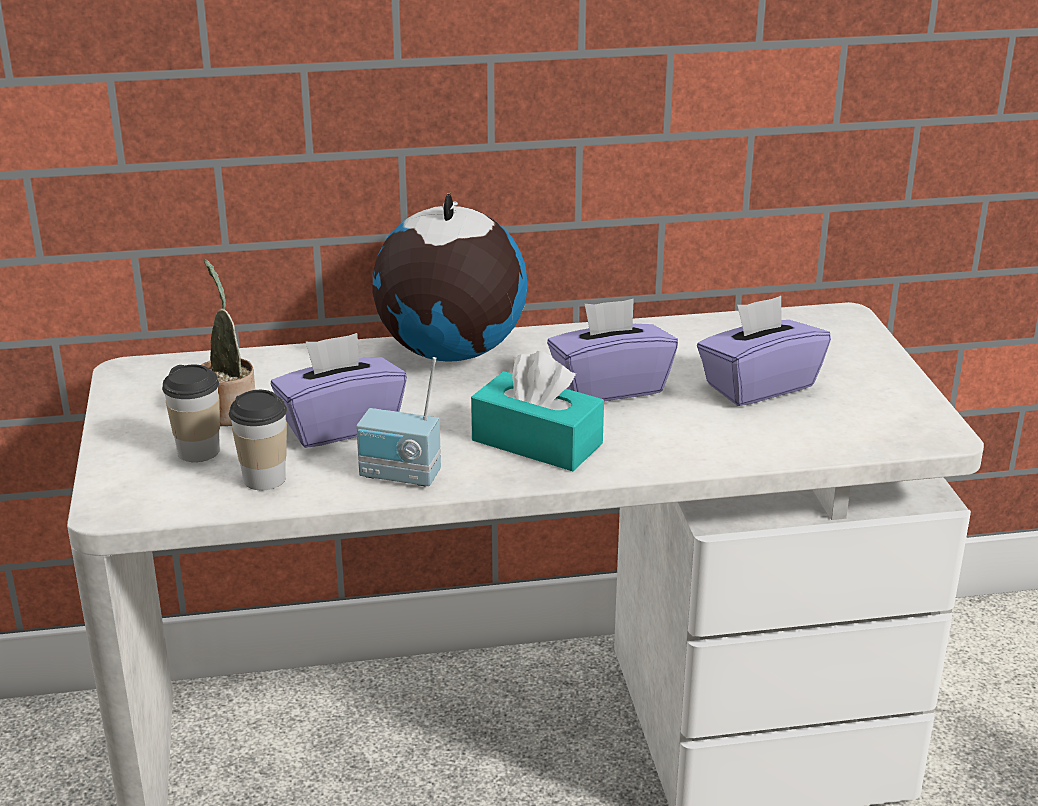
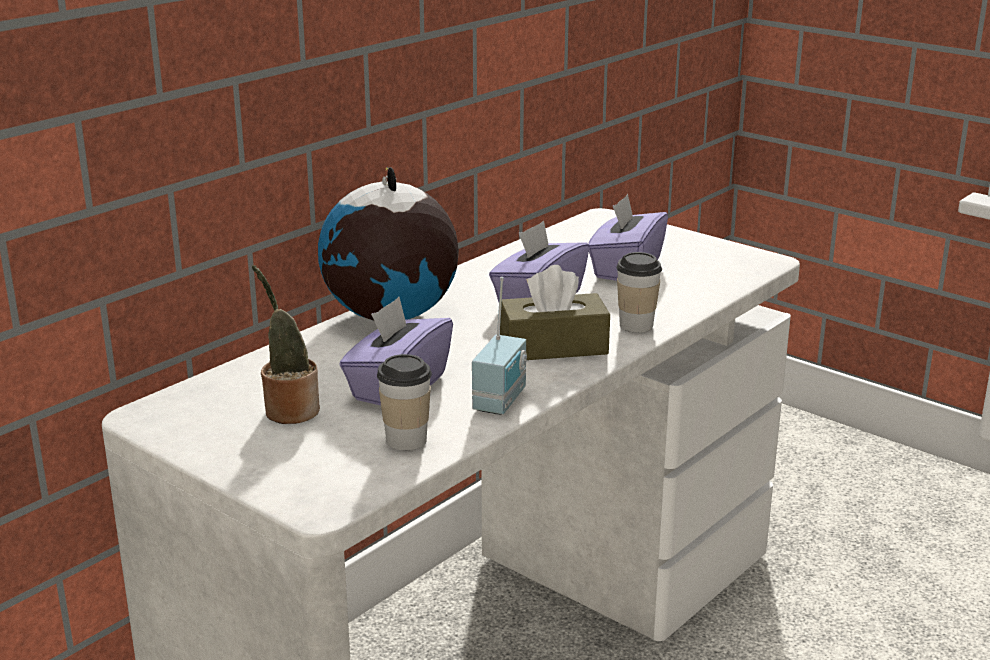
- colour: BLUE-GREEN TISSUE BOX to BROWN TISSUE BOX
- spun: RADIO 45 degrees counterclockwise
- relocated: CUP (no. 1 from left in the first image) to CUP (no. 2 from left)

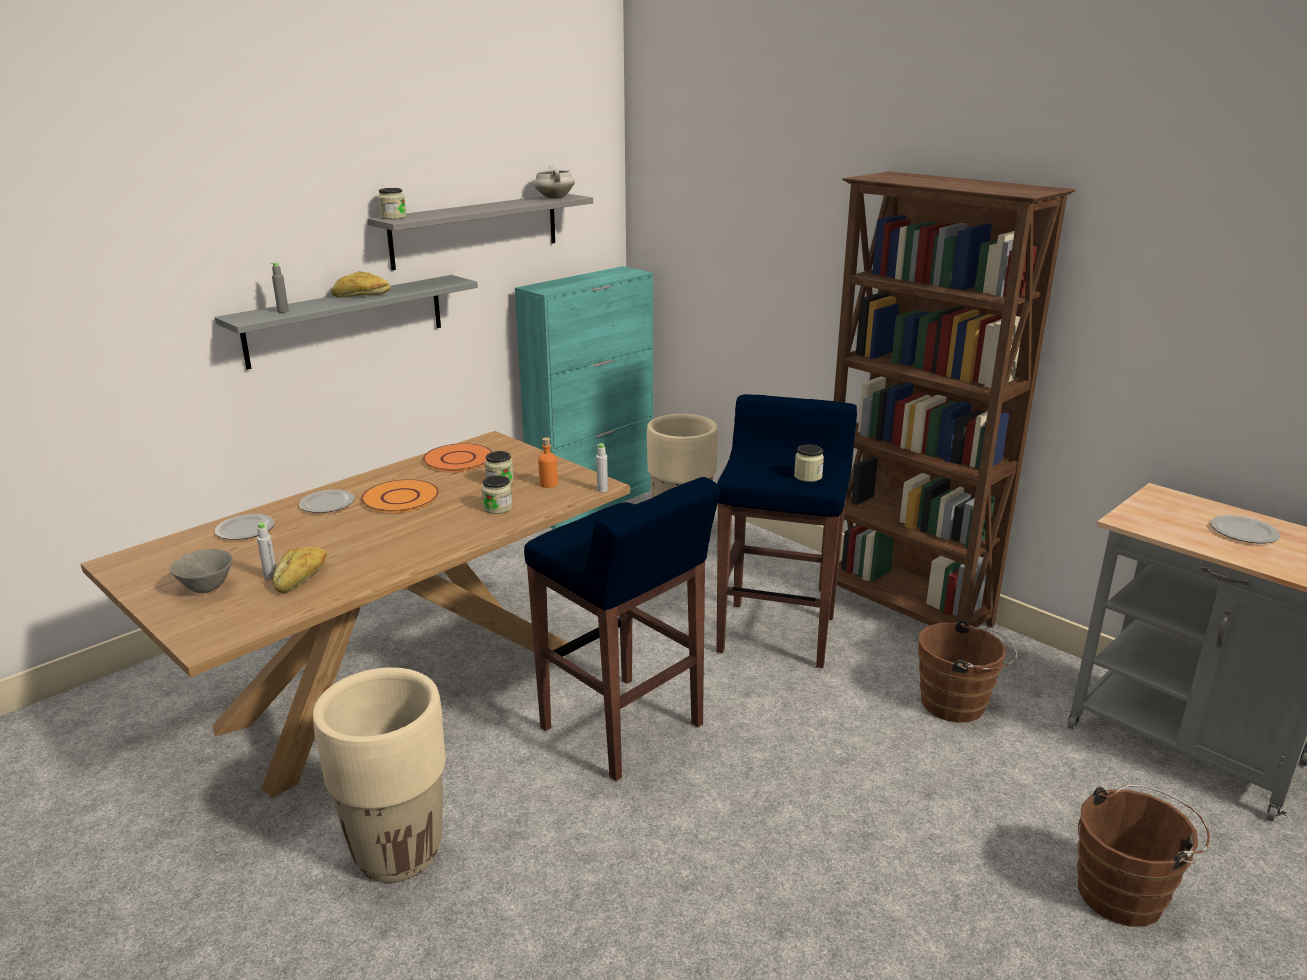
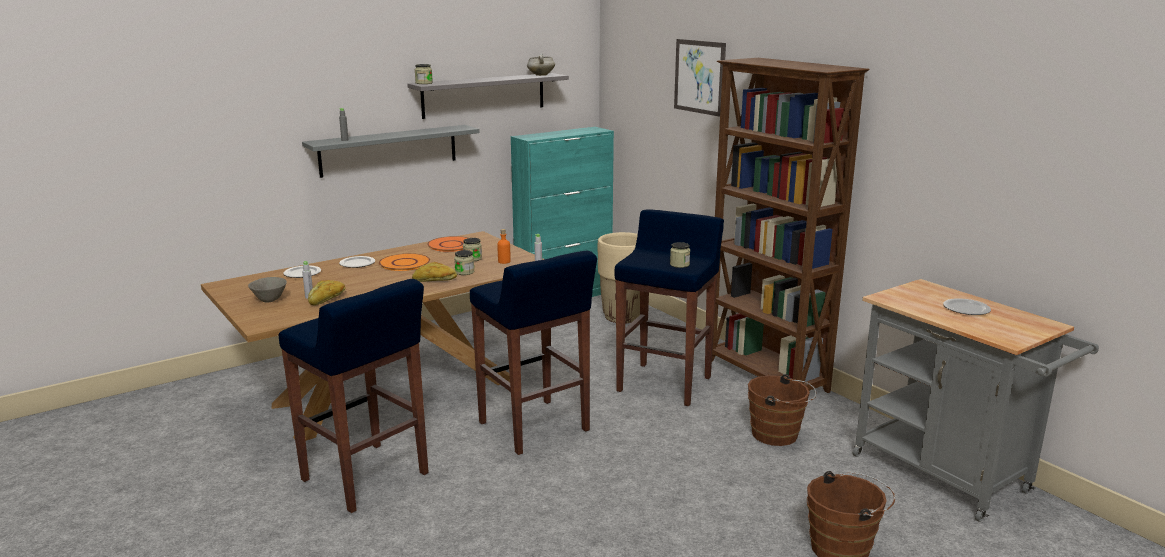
- relocated: BAKERY BREAD (no. 2 from left)
- exchanged: SAND-COLOURED FLOWER POT (no. 1 from left) to BLUISH STOOL SEAT (no. 1 from left)
- appeared: WALL ART

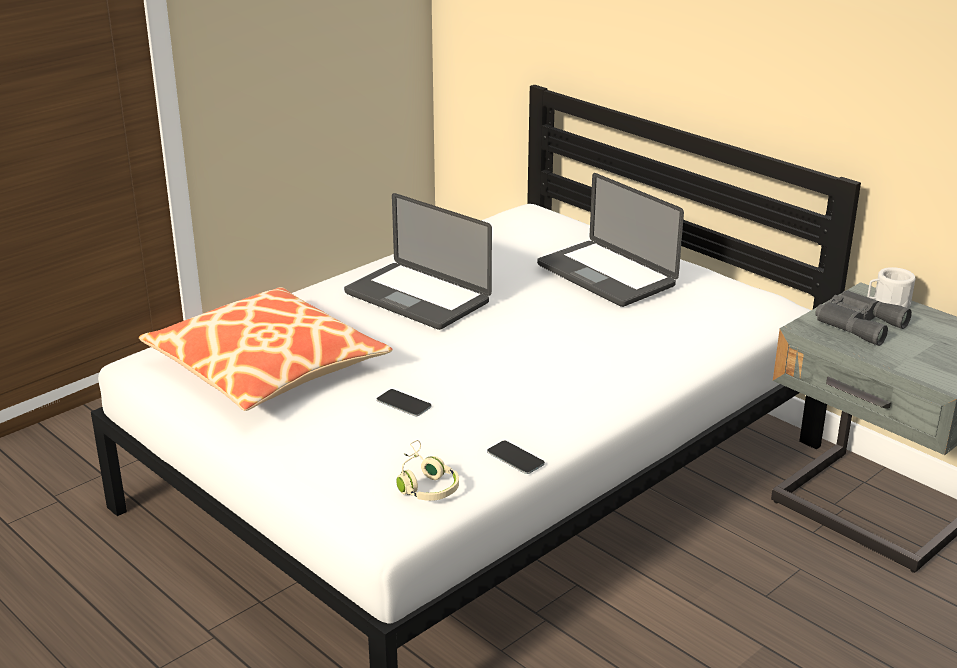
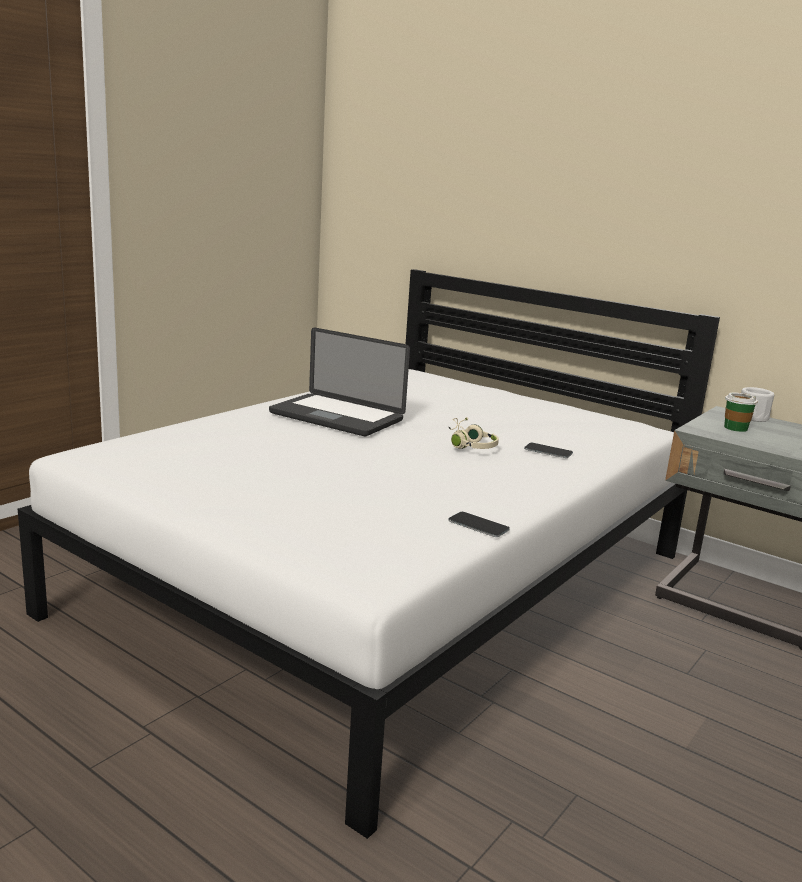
- missing: PORTABLE COMPUTER (no. 2 from left)
- missing: PILLOW
- exchanged: GRAY BINOCULARS to CUP
- relocated: HANDSET (no. 1 from left in the first image) to HANDSET (no. 2 from left)
- relocated: SAND-COLOURED HEADSET

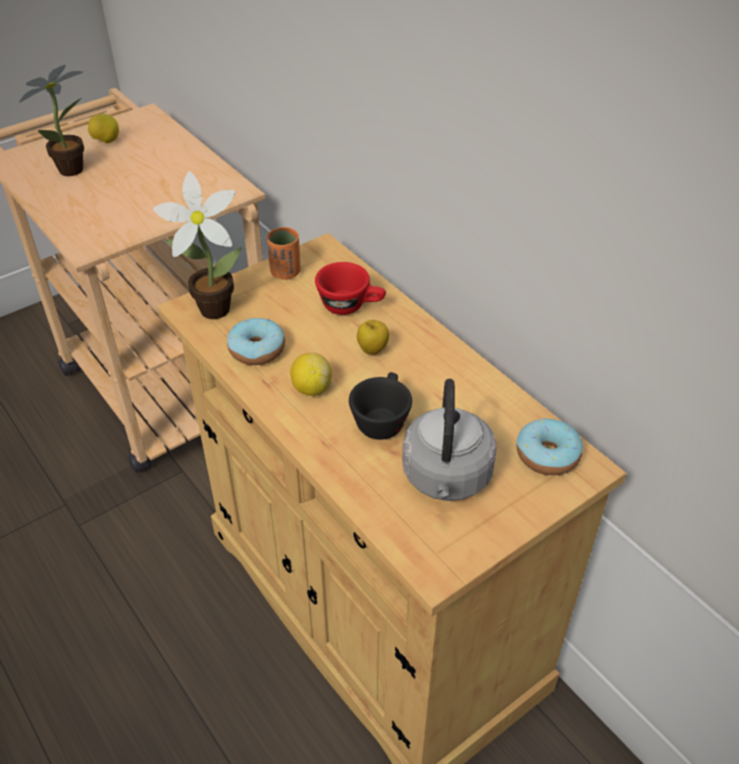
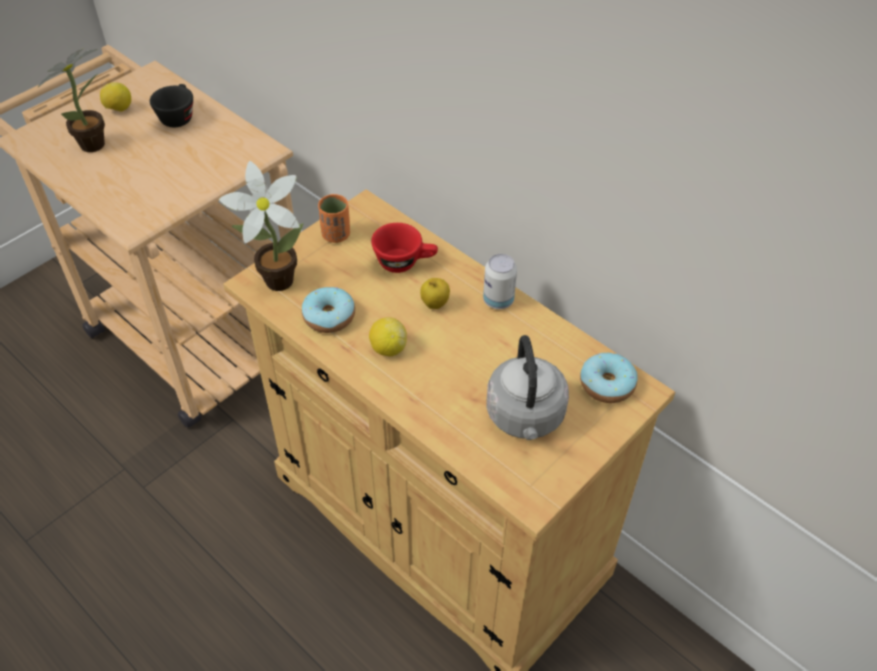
- relocated: BLACK CUP
- appeared: METAL CAN

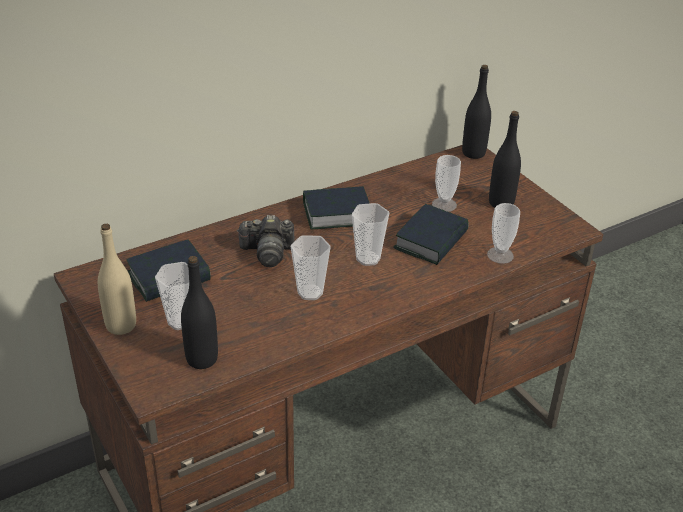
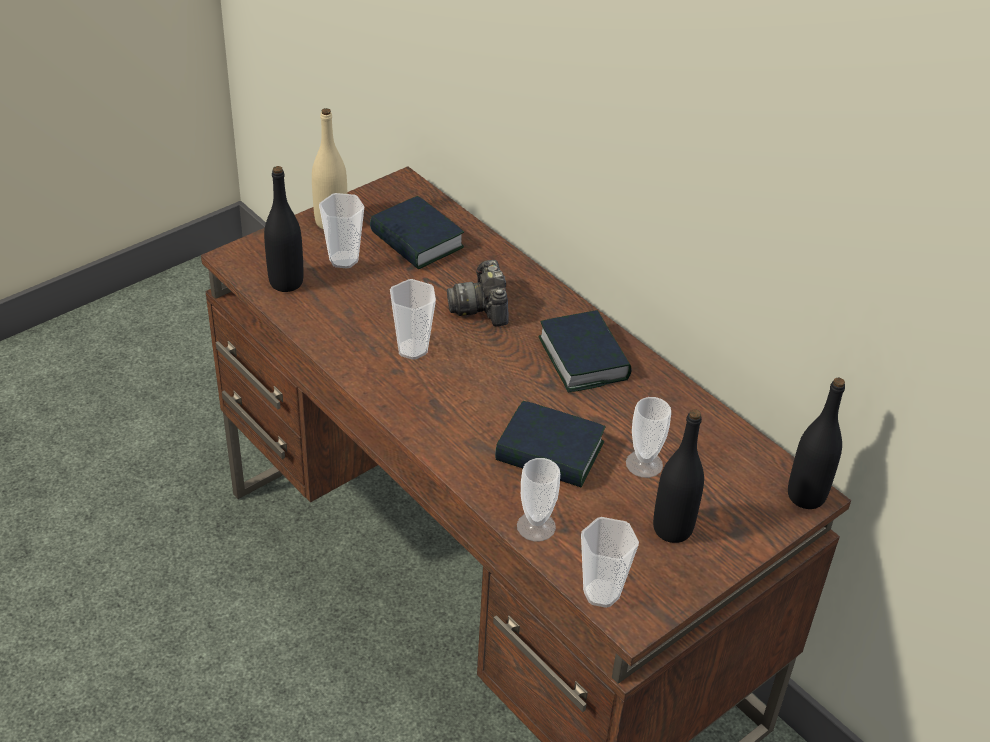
- relocated: CUP (no. 3 from left in the first image) to CUP (no. 4 from left)

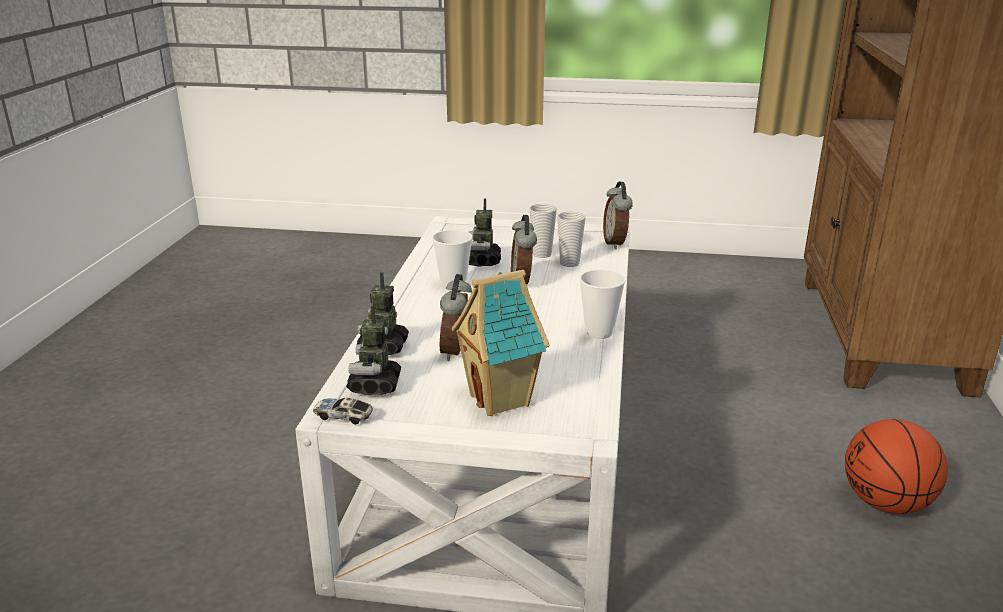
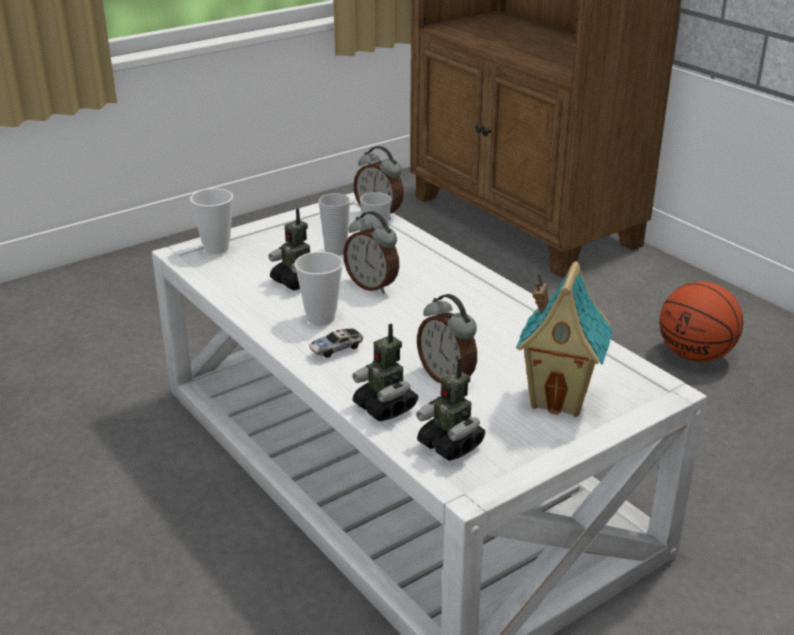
- relocated: CUP (no. 4 from left in the first image) to CUP (no. 1 from left)
- relocated: MODEL CAR

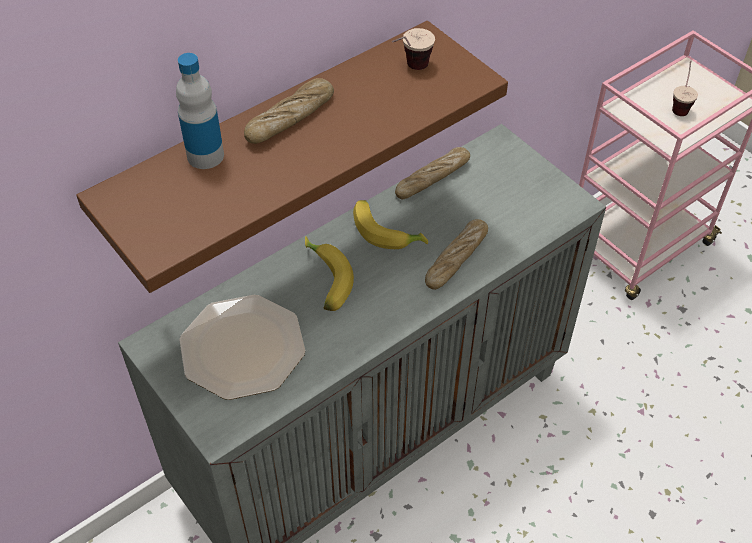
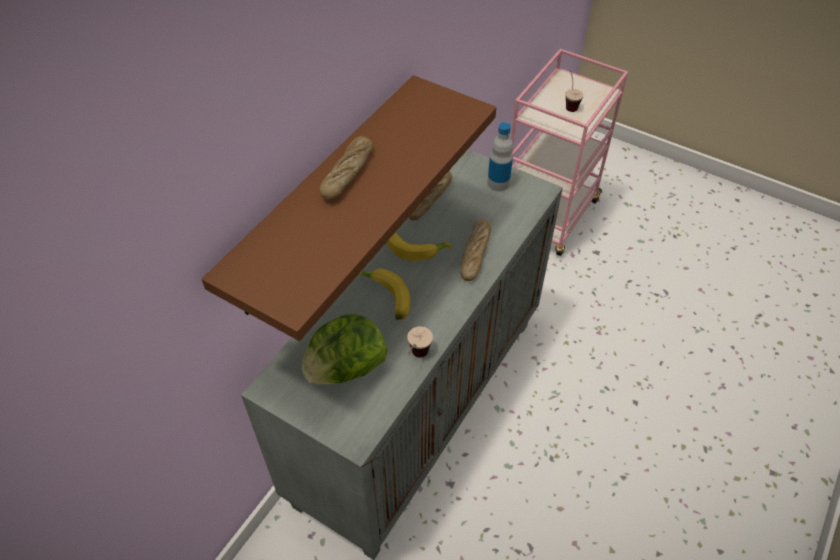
- relocated: CUP (no. 1 from left)
- relocated: BOTTLE
- exchanged: DINNER PLATE to LETTUCE

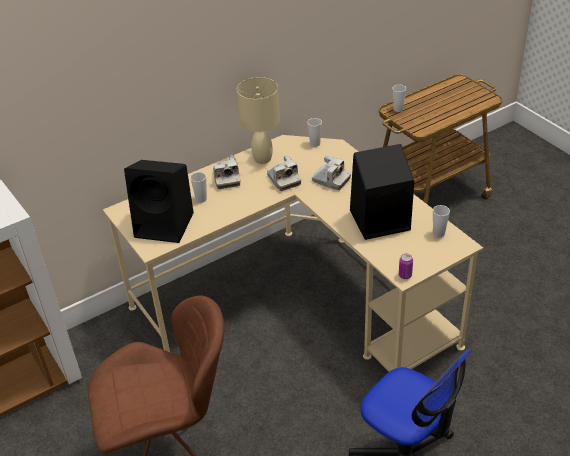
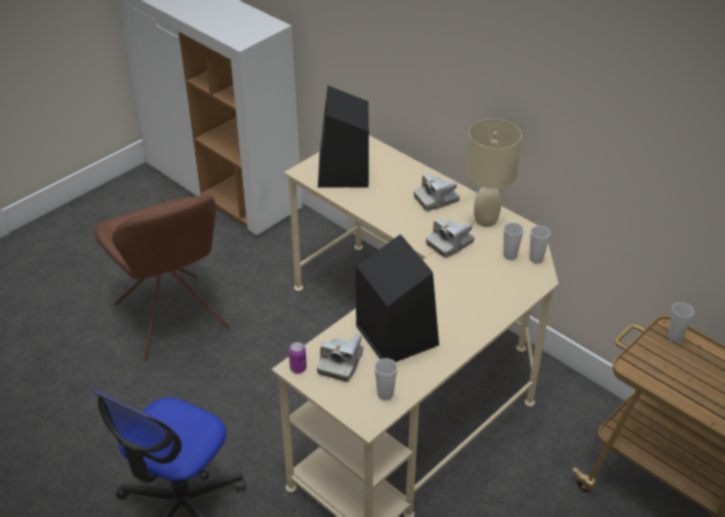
- relocated: STILL CAMERA (no. 3 from left in the first image) to STILL CAMERA (no. 1 from left)
- relocated: CUP (no. 1 from left in the first image) to CUP (no. 2 from left)

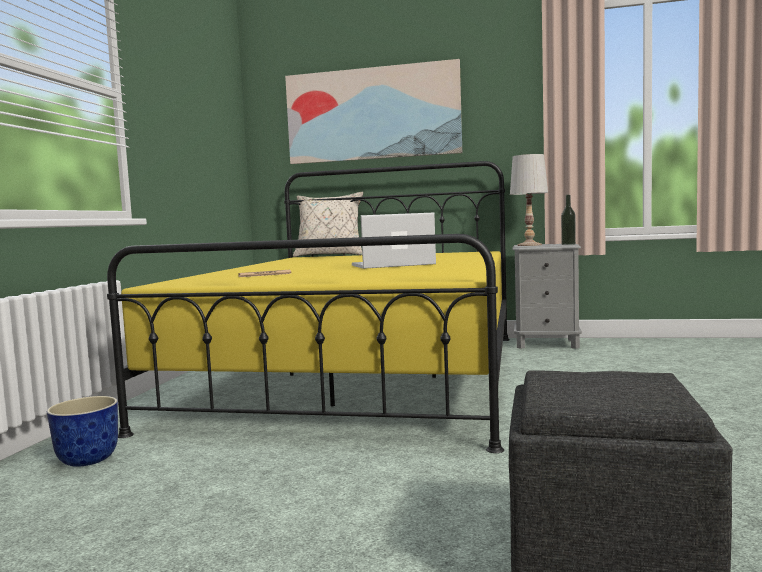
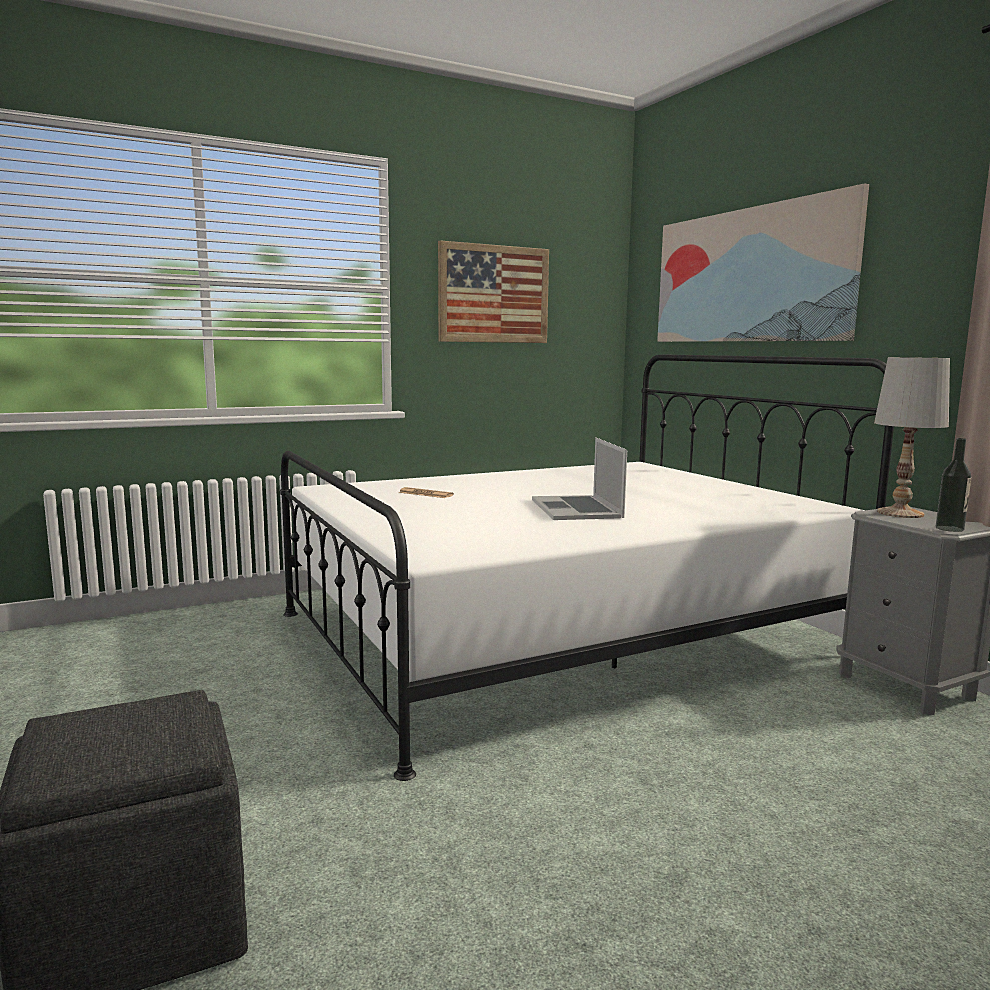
- colour: YELLOW-COLOURED SLEEPING BED to WHITE-COLOURED SLEEPING BED
- missing: SAND-COLOURED PILLOW
- spun: PORTABLE COMPUTER 135 degrees counterclockwise
- missing: FLOWER POT
- appeared: WALL ART (no. 1 from left)

